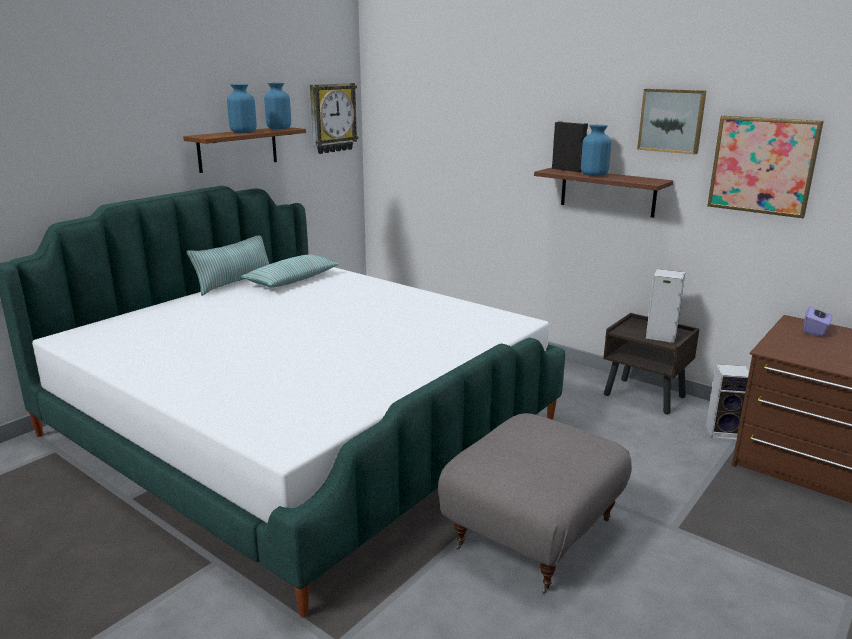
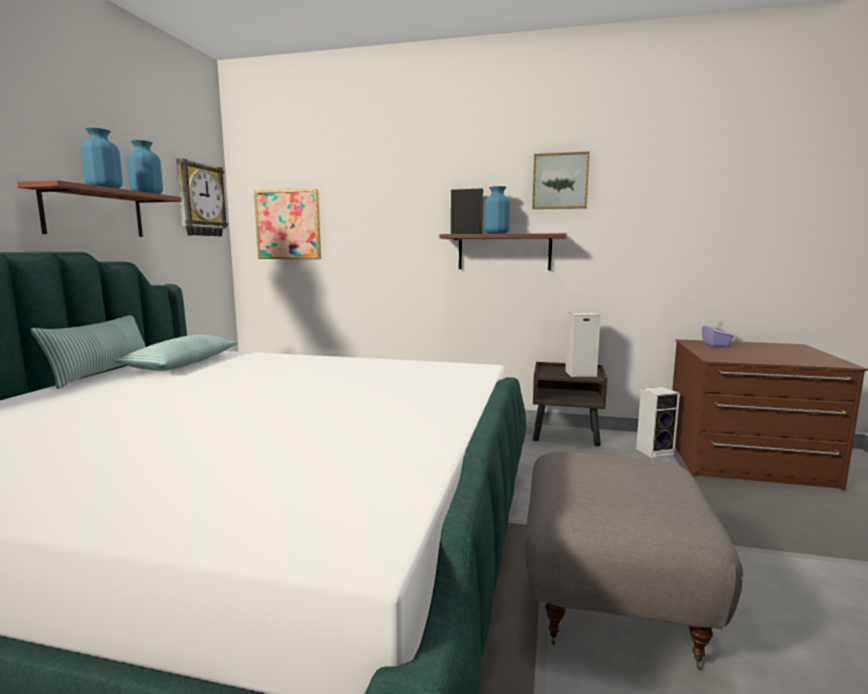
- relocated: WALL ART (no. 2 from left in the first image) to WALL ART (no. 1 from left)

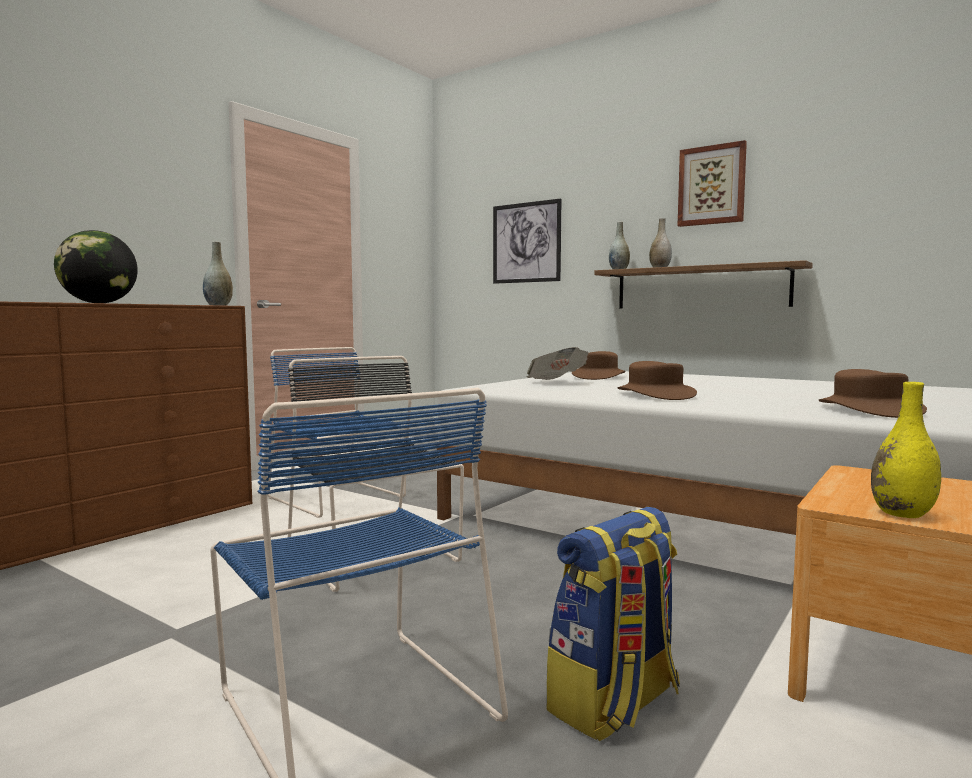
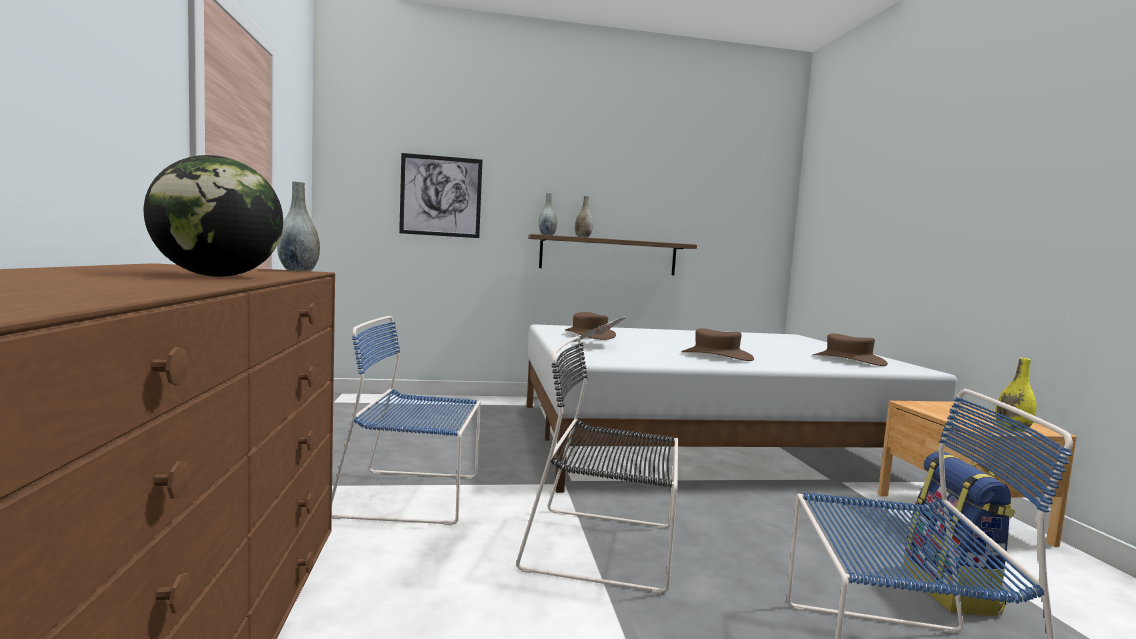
- missing: WALL ART (no. 2 from left)

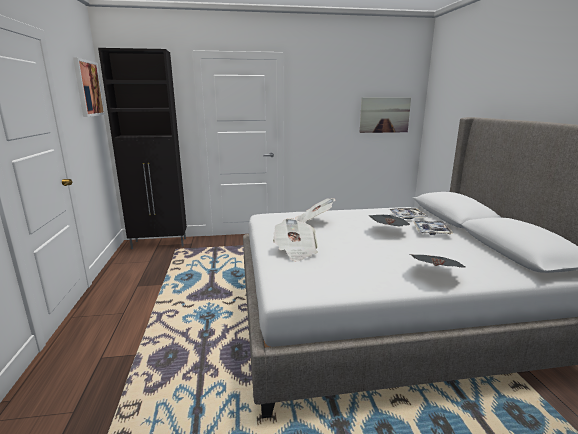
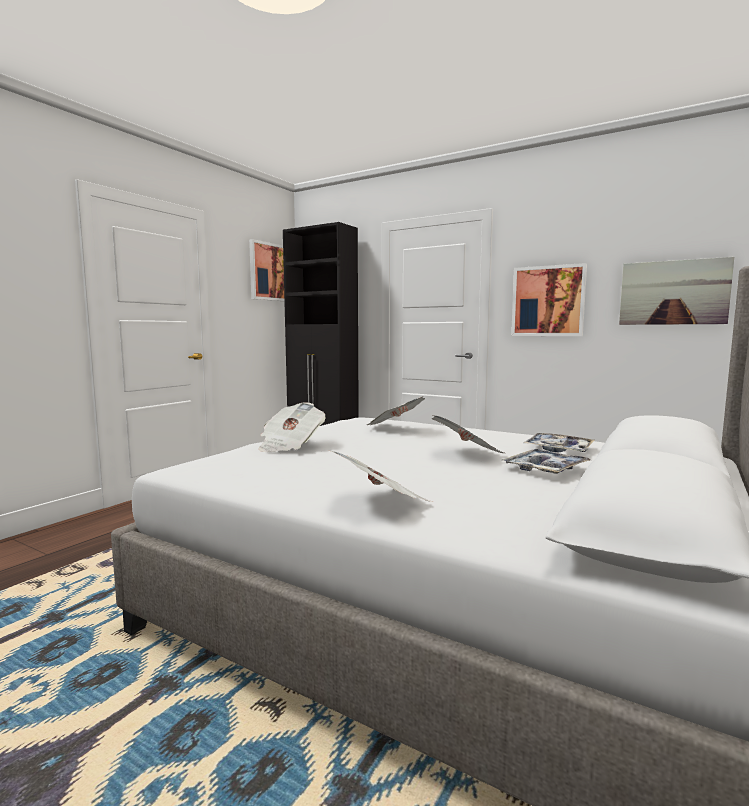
- appeared: WALL ART (no. 2 from left)

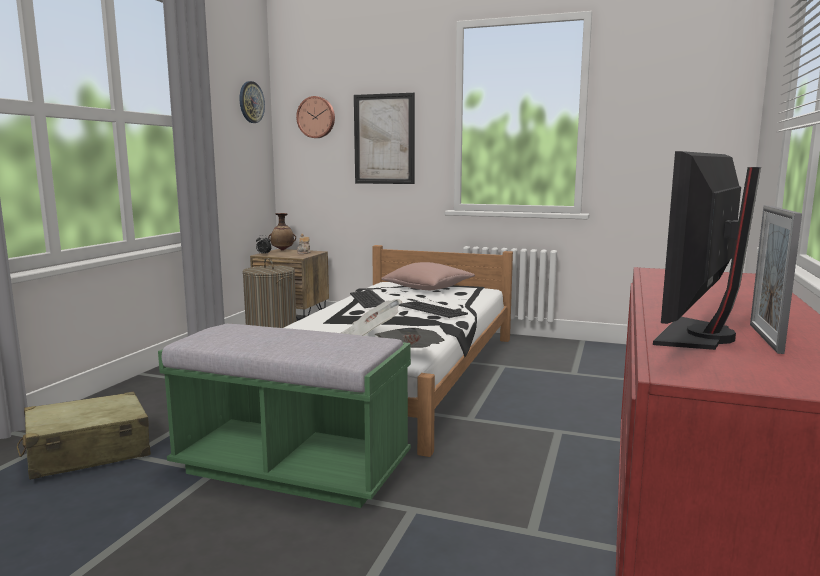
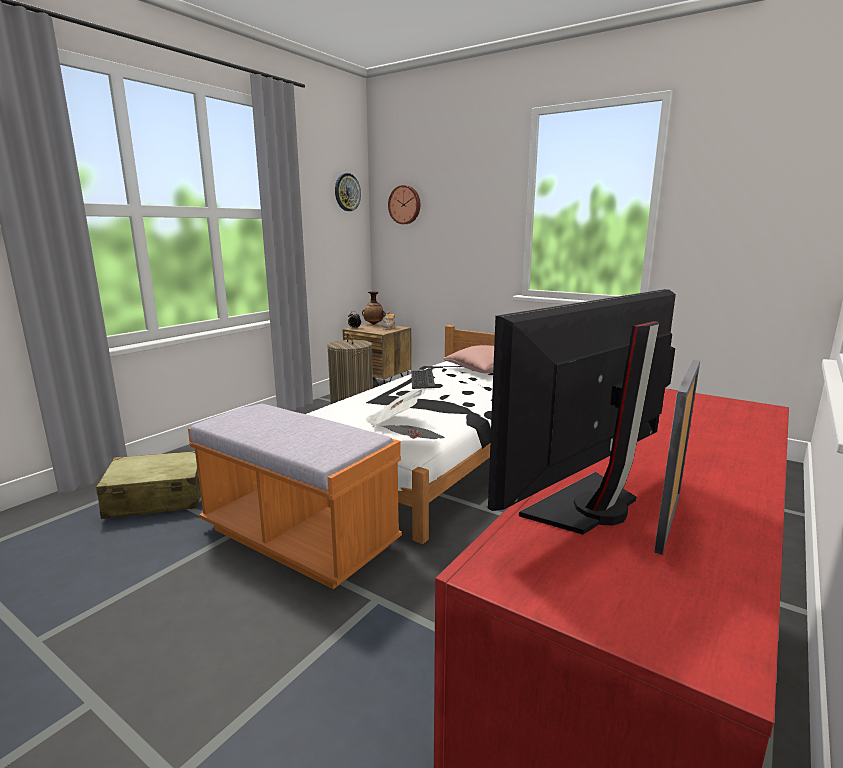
- missing: WALL ART
- missing: KEYBOARD (no. 2 from left)
- colour: GREENISH BENCH to ORANGE BENCH

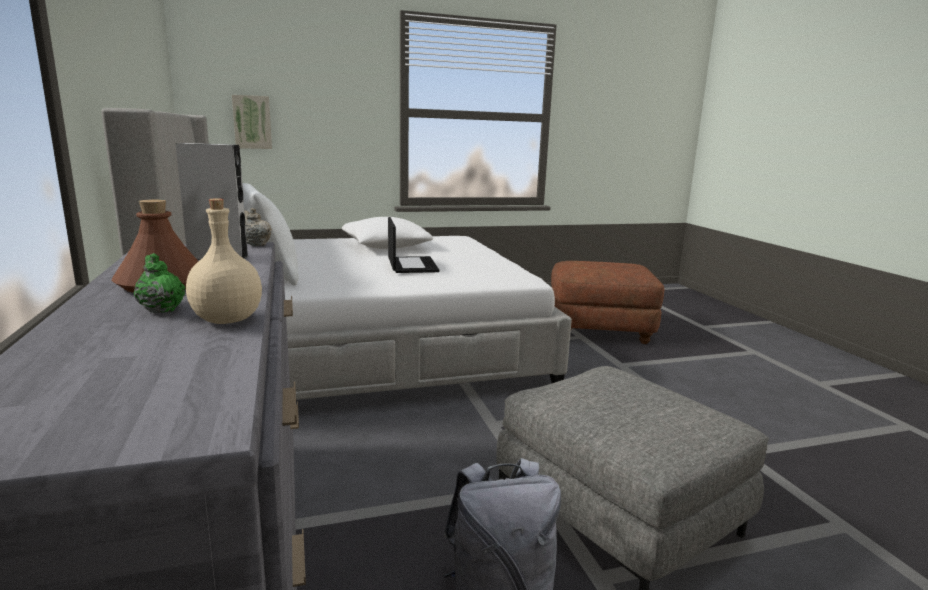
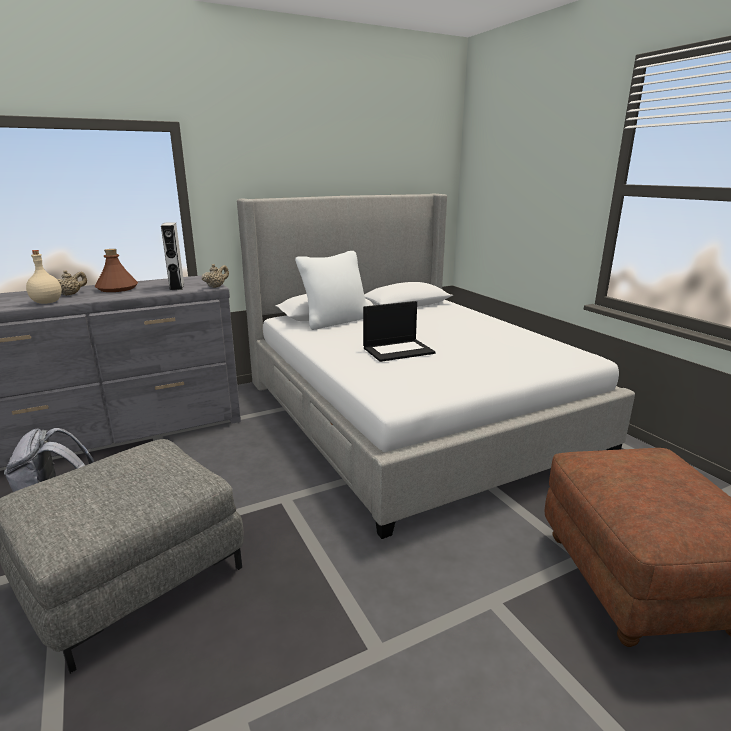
- missing: WALL ART
- missing: WHITE-COLOURED PILLOW (no. 2 from left)
- colour: GREENISH POT FOR TEA to SAND-COLOURED POT FOR TEA (no. 1 from left)

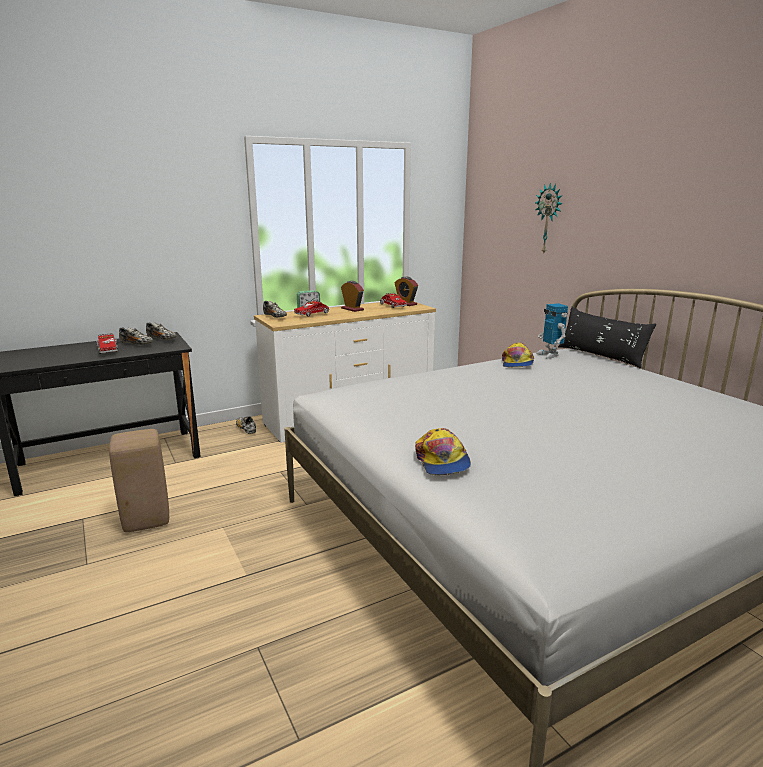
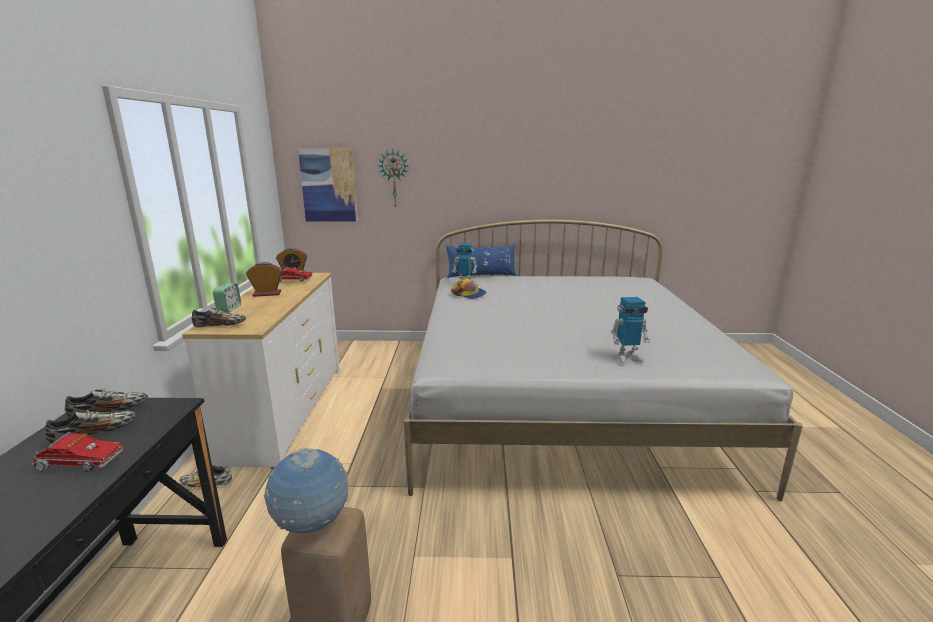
- missing: TOY LORRY (no. 2 from left)
- colour: BLACK PILLOW to BLUISH PILLOW
- exchanged: CAP (no. 1 from left) to ROBOT FIGURE (no. 2 from left)
- appeared: WALL ART
- appeared: GLOBE

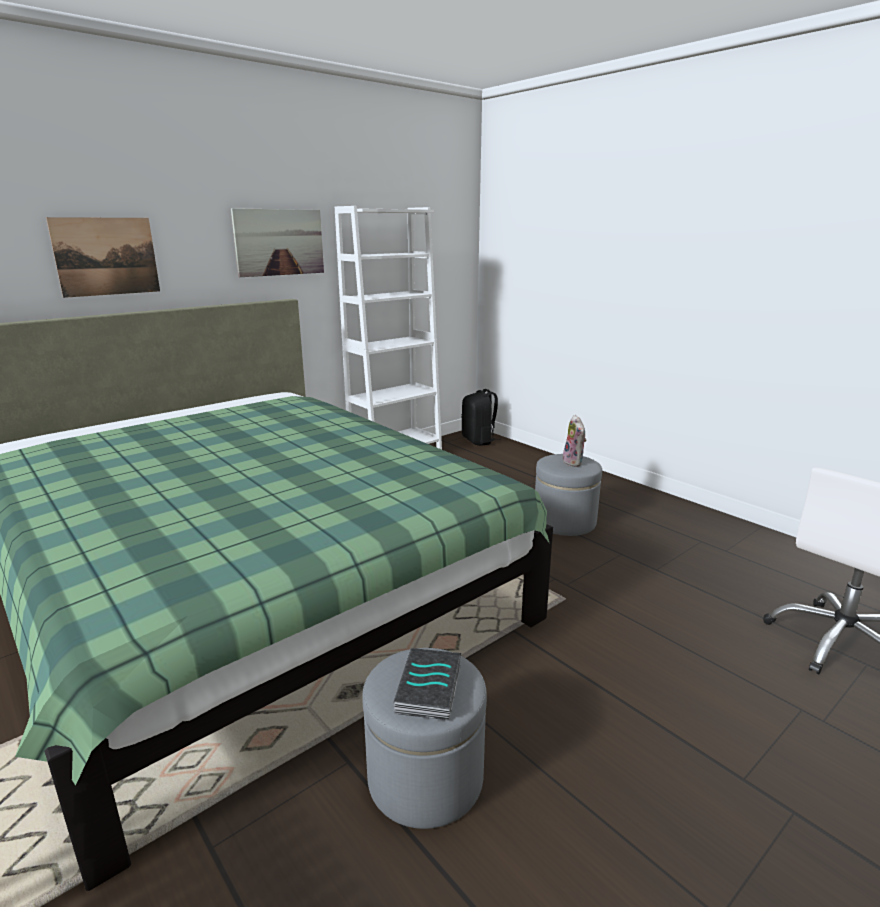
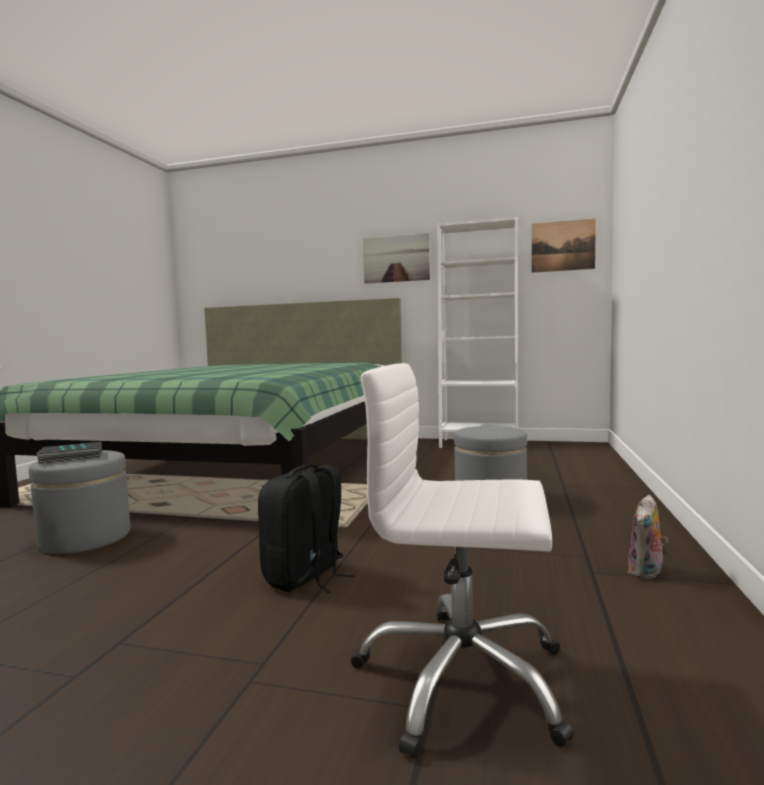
- relocated: WALL ART (no. 1 from left in the first image) to WALL ART (no. 2 from left)
- relocated: BLACK RUCKSACK
- relocated: SOFT TOY

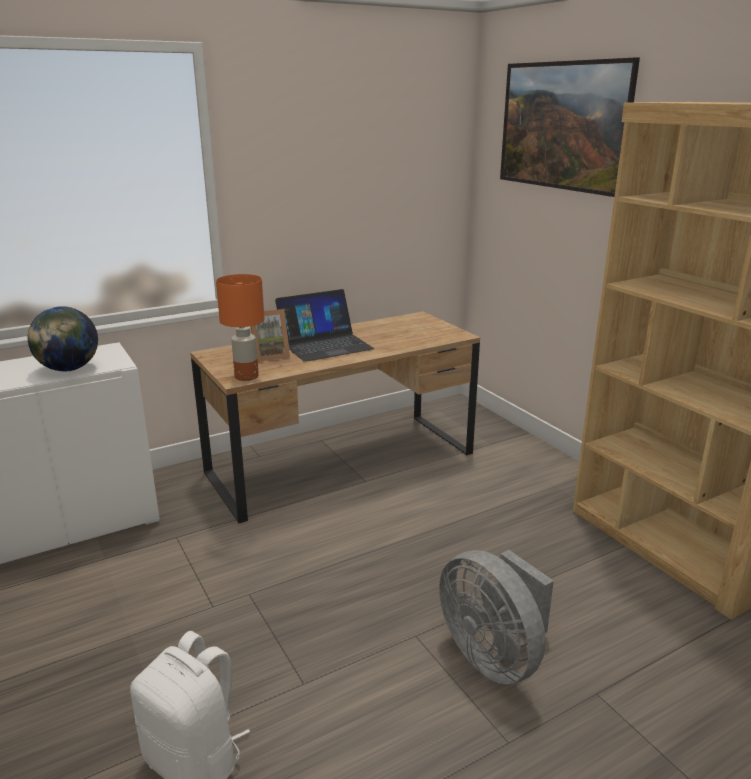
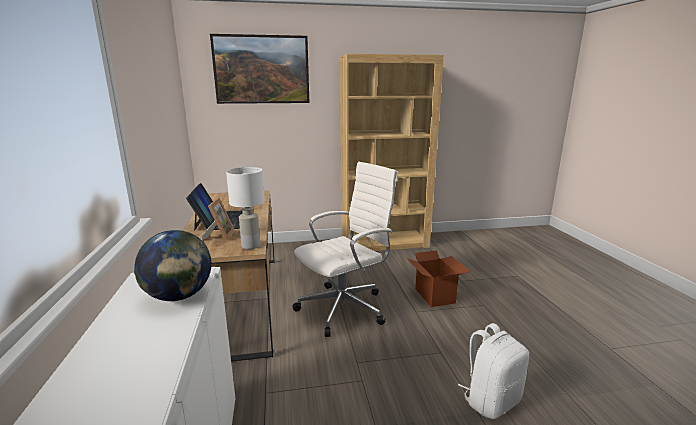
- colour: ORANGE TABLETOP LAMP to WHITE-COLOURED TABLETOP LAMP
- exchanged: GRAY FAN to CARTON
- appeared: WHITE-COLOURED OFFICE CHAIR

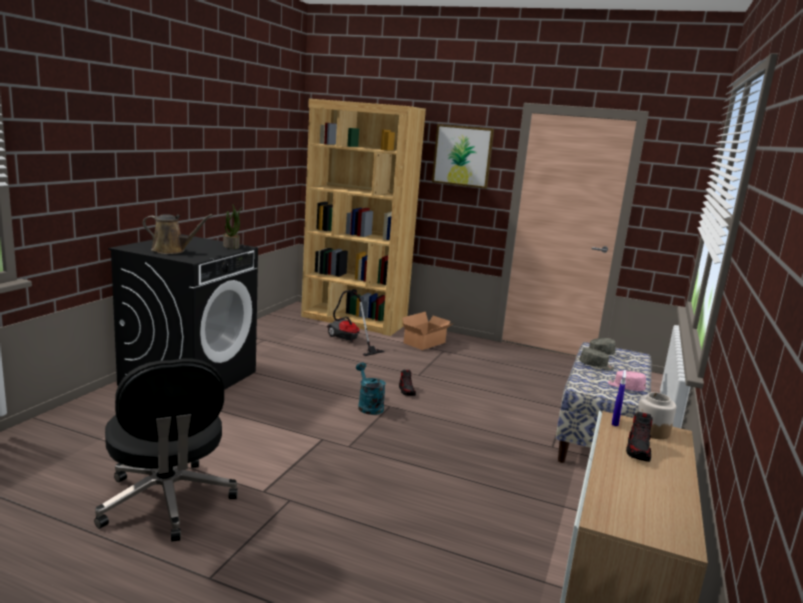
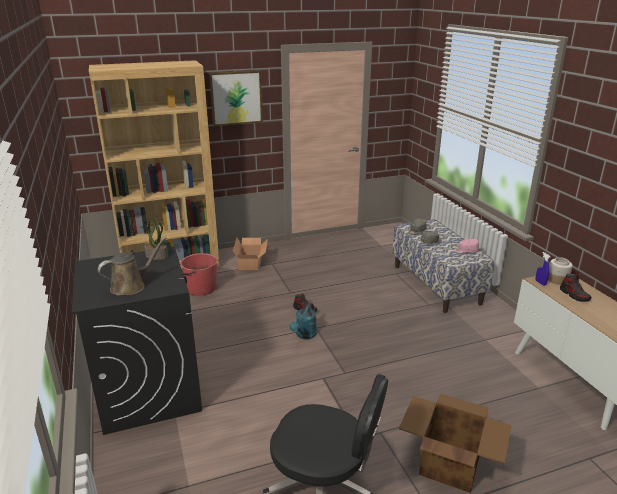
- exchanged: VACUUM to RED-COLOURED WATER BUCKET
- spun: BLUE-GREEN WATERING CAN 90 degrees counterclockwise
- appeared: CARTON (no. 2 from left)

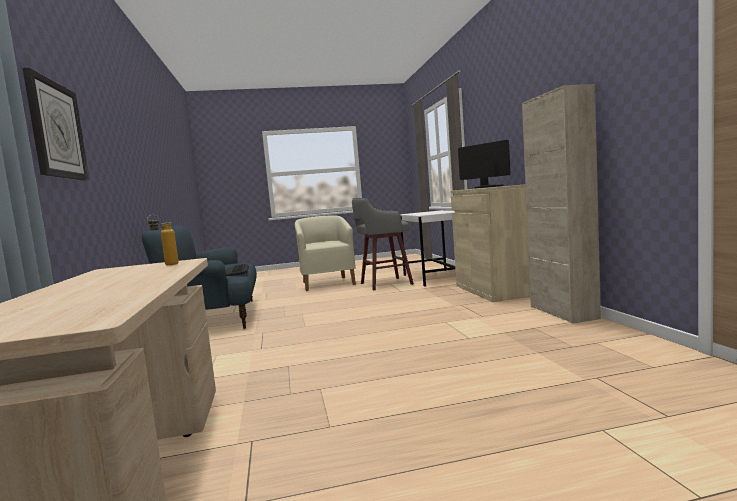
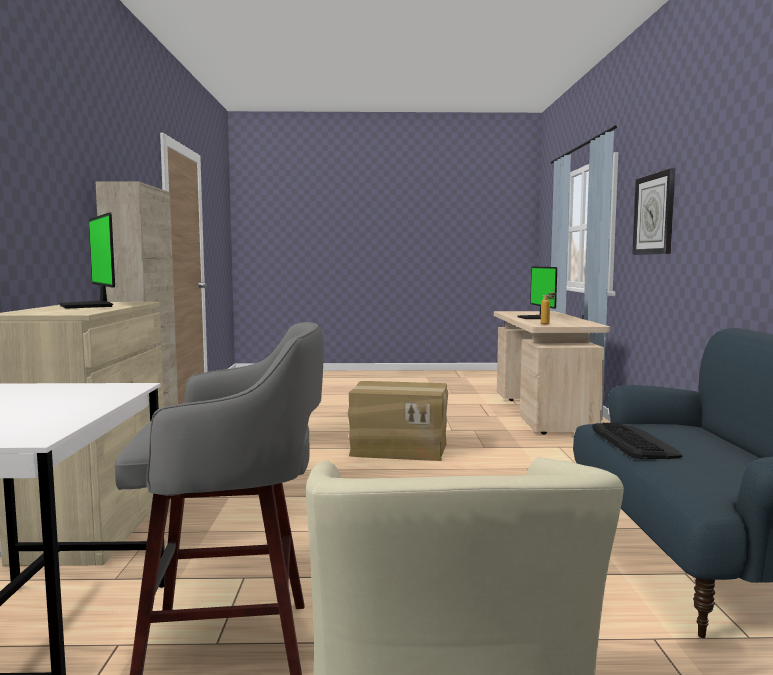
- appeared: COMPUTER SCREEN (no. 2 from left)
- appeared: CARTON

